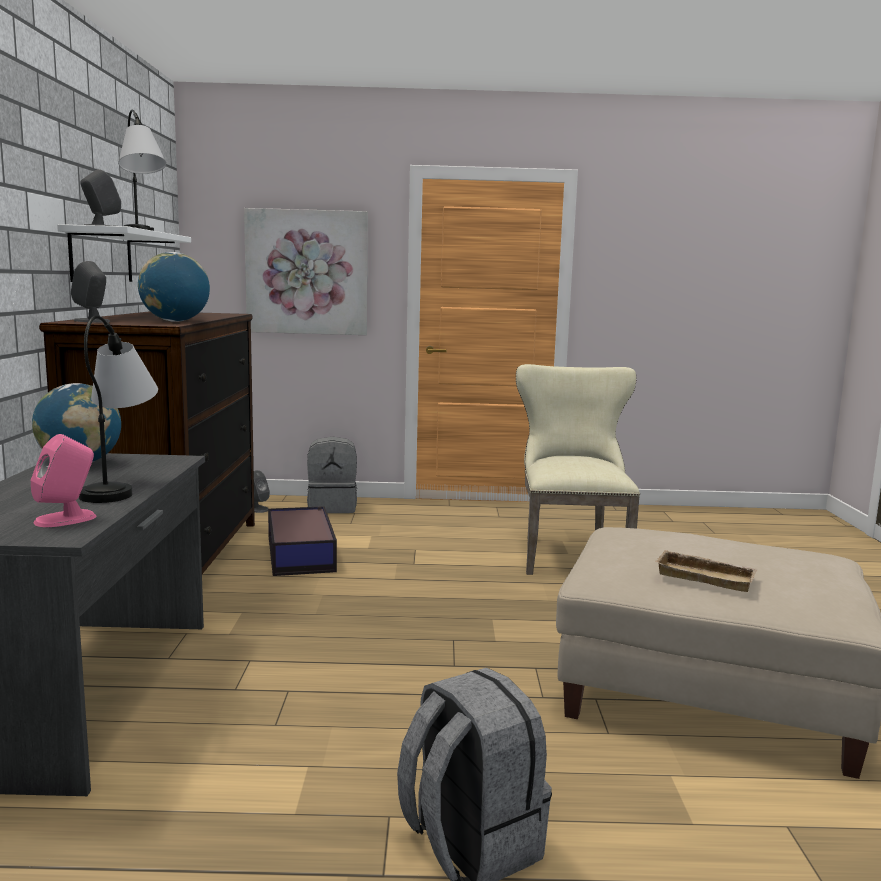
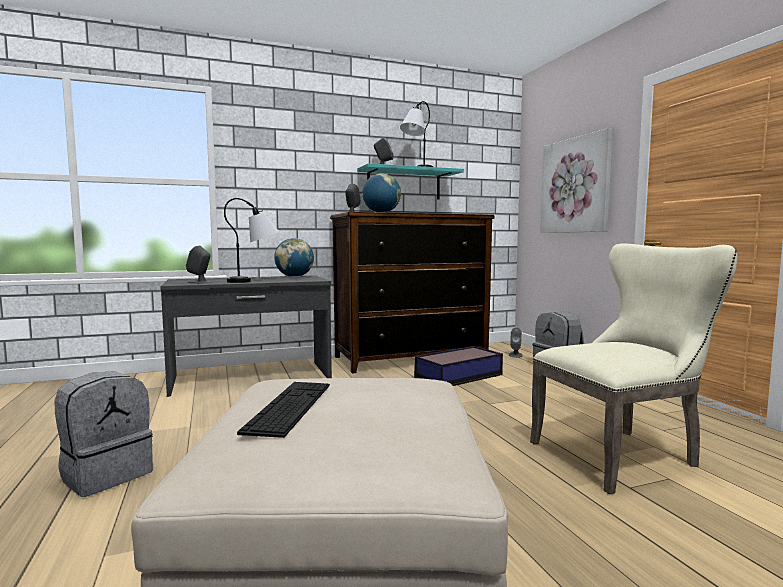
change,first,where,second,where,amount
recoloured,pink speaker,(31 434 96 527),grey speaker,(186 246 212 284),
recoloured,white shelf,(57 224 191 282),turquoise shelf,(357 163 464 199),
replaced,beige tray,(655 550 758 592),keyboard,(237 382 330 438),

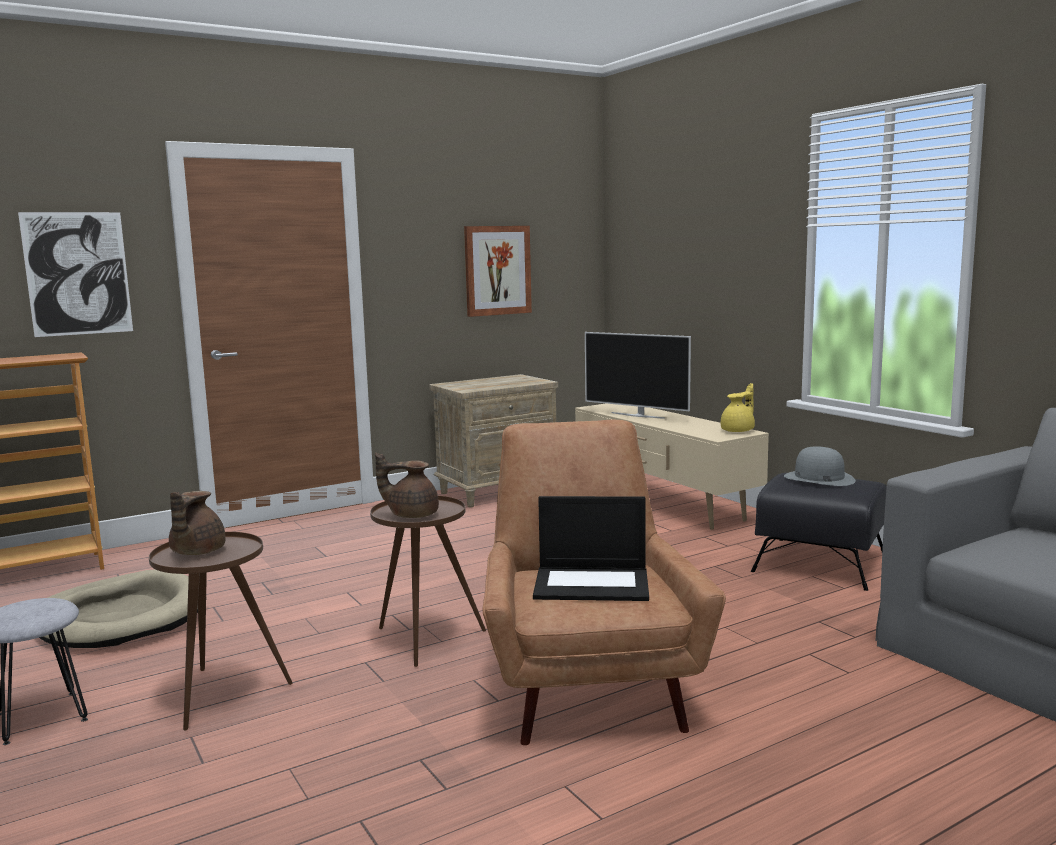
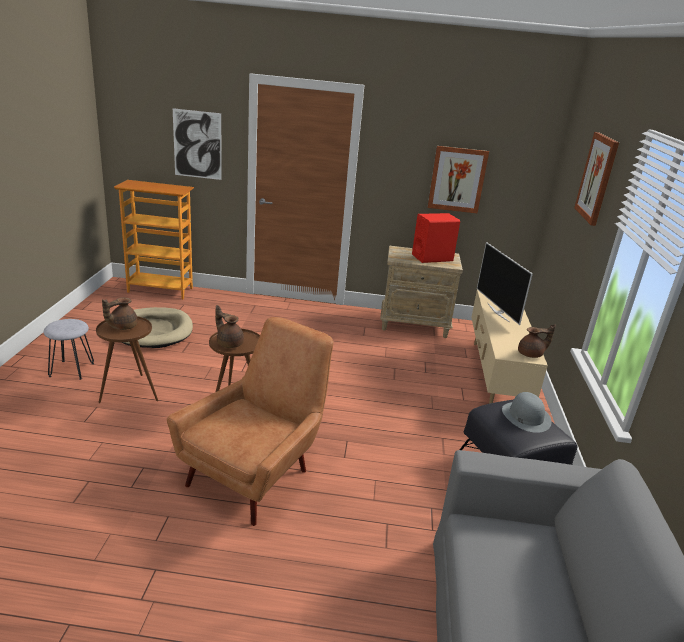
change,first,where,second,where,amount
removed,laptop,(533 496 649 601),,,
recoloured,yellow teapot,(721 383 755 432),brown teapot,(518 324 556 358),
added,,,red speaker,(412 213 460 263),
added,,,picture,(574 132 619 226),

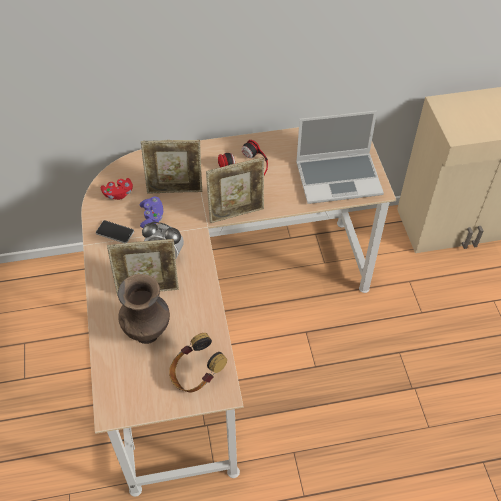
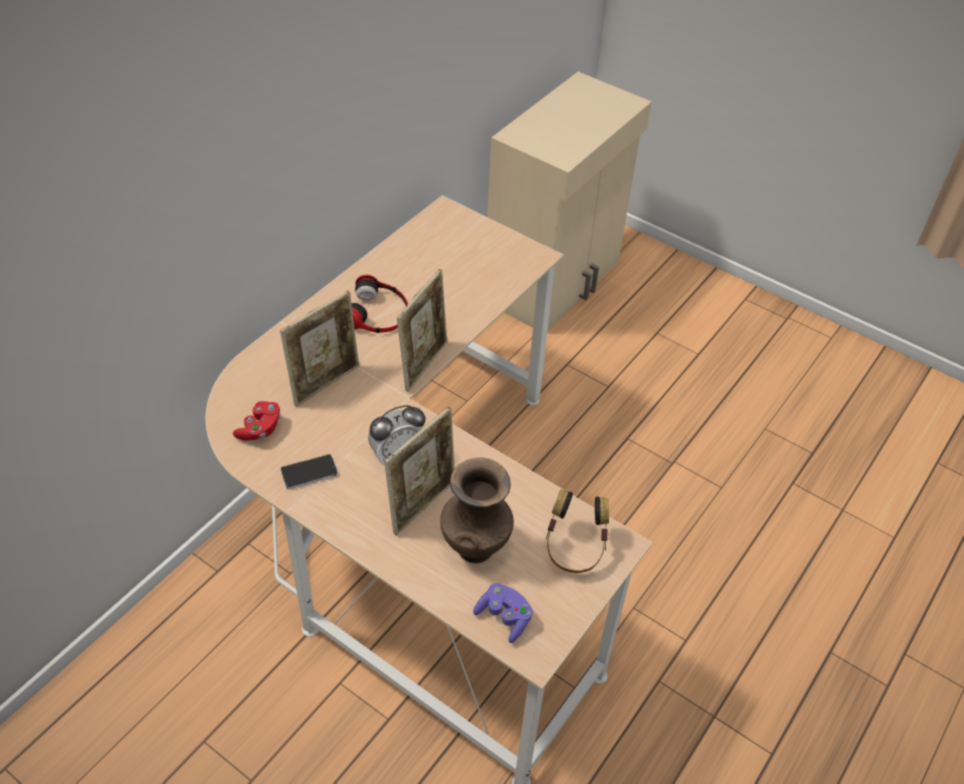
change,first,where,second,where,amount
moved,purple game controller,(139 197 163 228),,(473 583 533 643),
removed,laptop,(296 110 384 204),,,

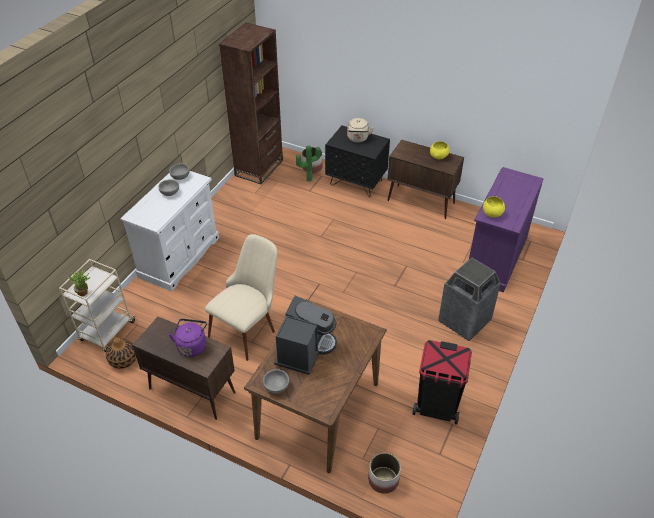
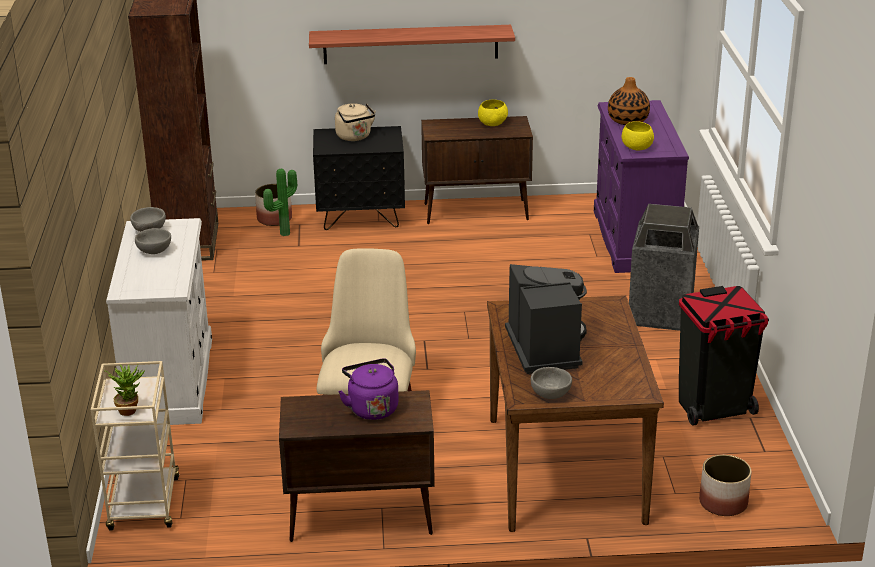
change,first,where,second,where,amount
moved,vase,(106 338 136 369),,(608 77 650 125),
added,,,shelf,(309 25 515 64),

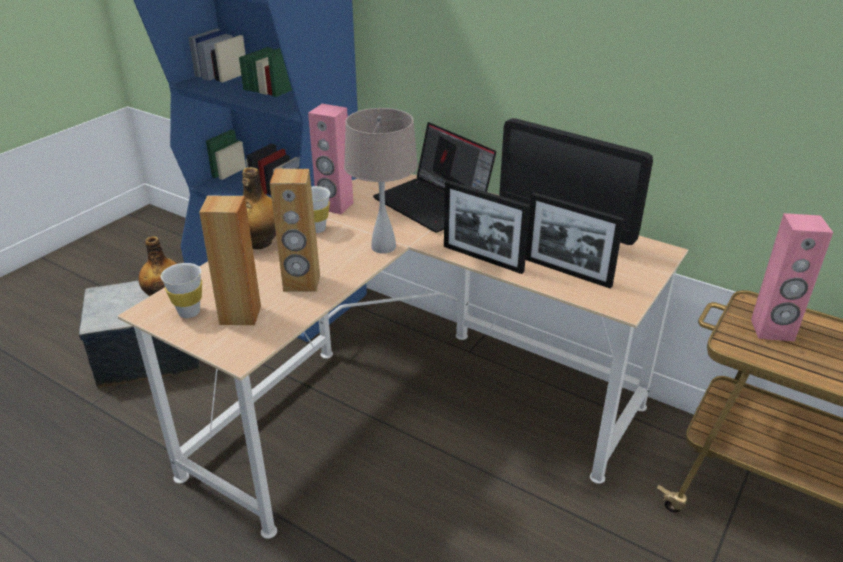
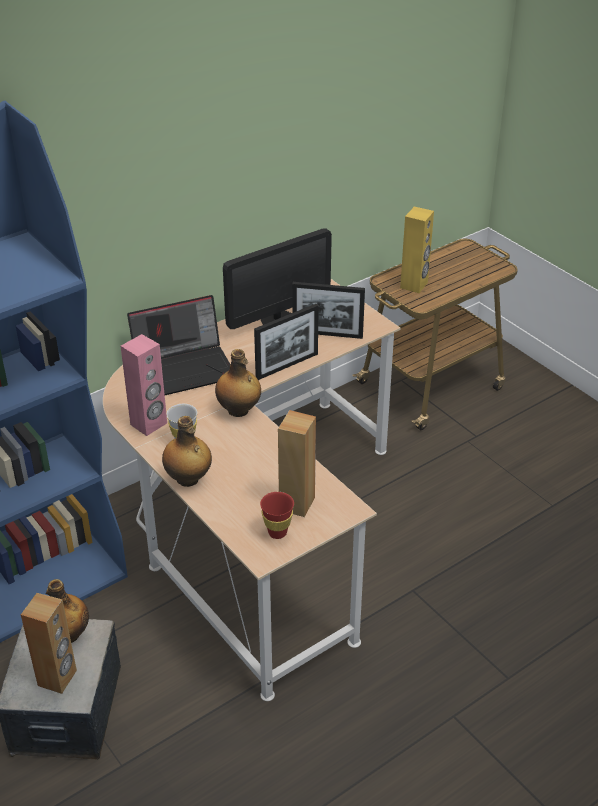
change,first,where,second,where,amount
recoloured,white cup,(161 263 202 318),red cup,(260 492 294 539),
moved,brown speaker,(270 169 320 292),,(21 593 77 694),
replaced,beige table lamp,(344 108 418 253),bottle,(215 349 261 417),
turned,picture frame,(525 192 624 289),,(292 282 365 339),45 degrees clockwise
recoloured,pink speaker,(751 213 833 341),yellow speaker,(400 207 434 293),

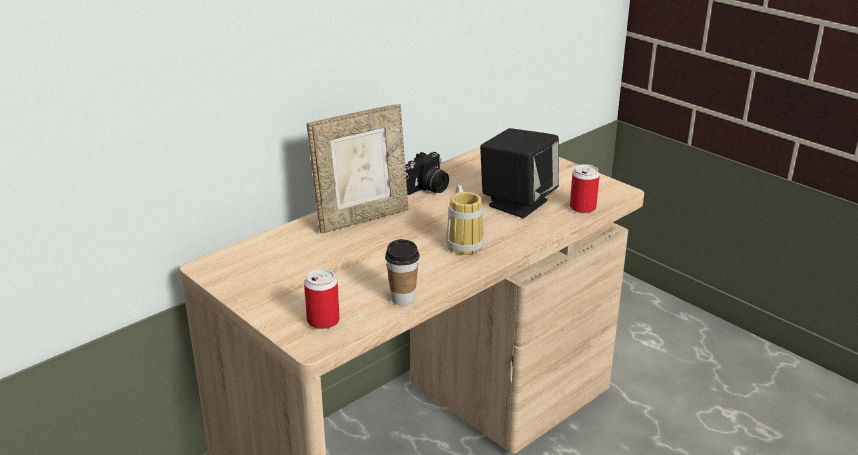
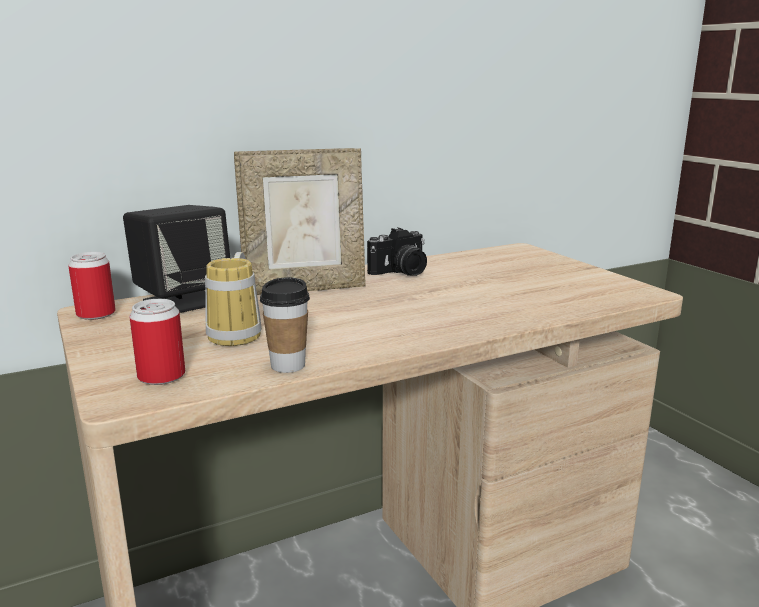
change,first,where,second,where,amount
moved,mug,(446 185 484 255),,(205 252 262 346),
moved,black speaker,(480 128 559 218),,(123 205 230 313),
moved,can,(570 164 600 213),,(68 252 116 320),

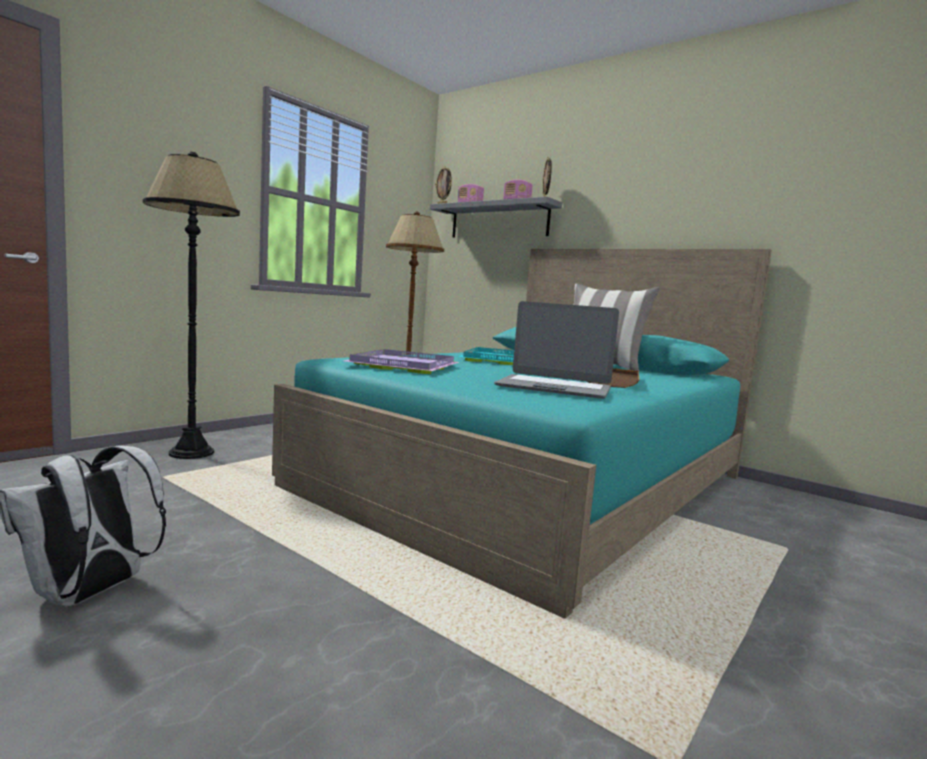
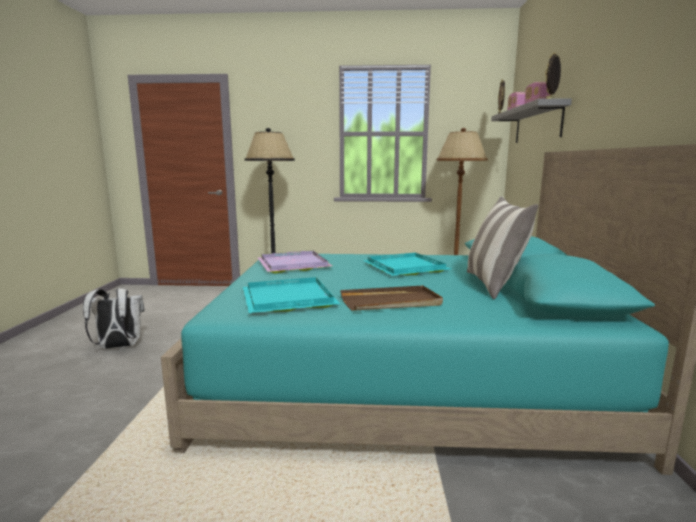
change,first,where,second,where,amount
replaced,laptop,(494 301 619 399),turquoise tray,(243 277 340 313),

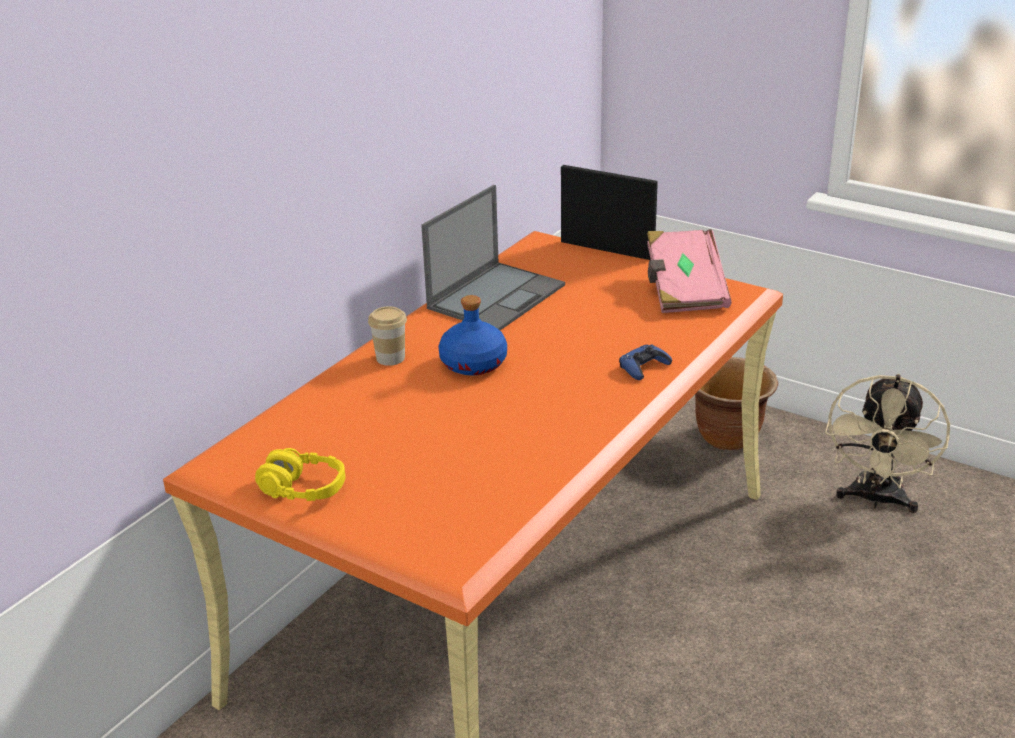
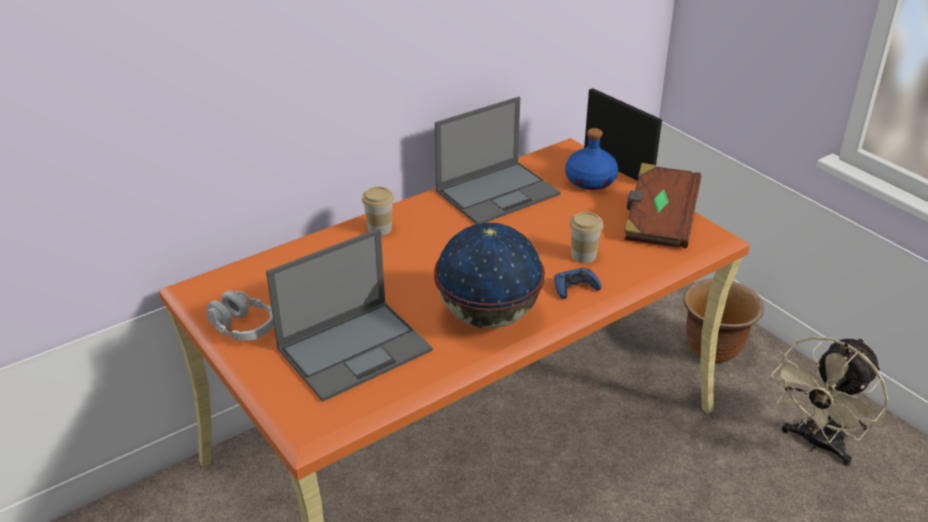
change,first,where,second,where,amount
recoloured,yellow headphones,(255 448 345 501),grey headphones,(206 290 274 341),
moved,blue bottle,(438 295 507 375),,(565 128 618 190),
recoloured,pink book,(647 229 732 313),brown book,(624 163 702 248),
added,,,laptop,(266 228 433 402),
added,,,globe,(434 222 545 329),
added,,,cup,(570 212 603 263),

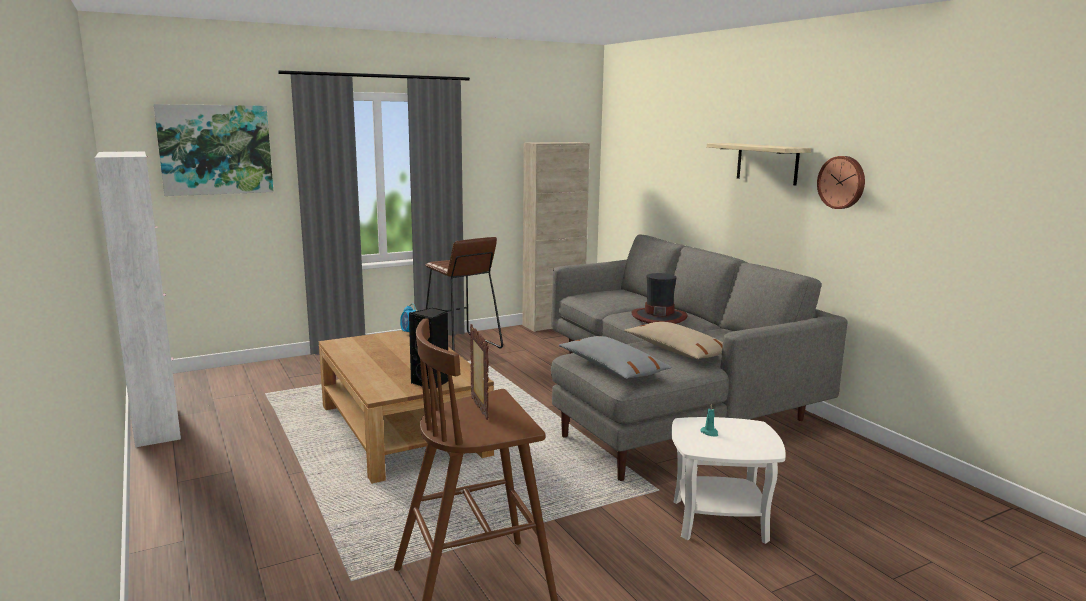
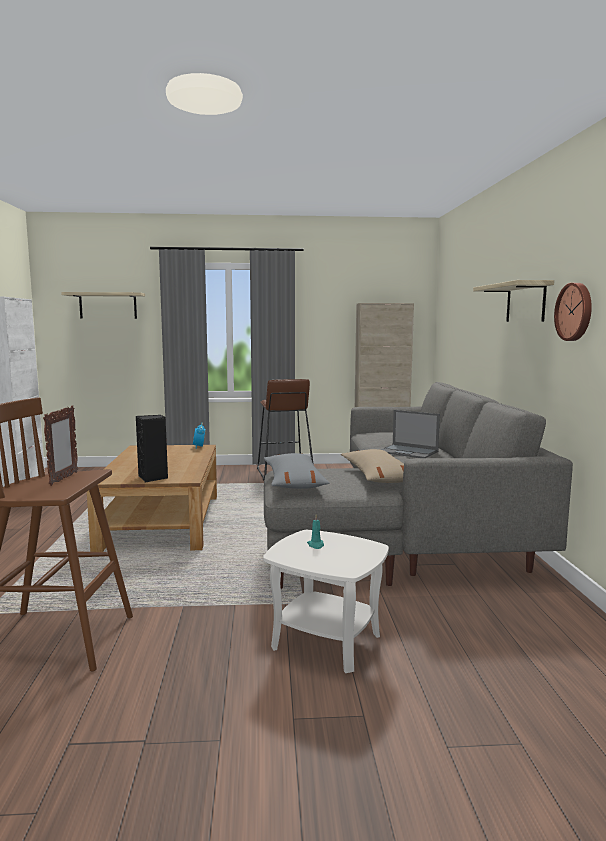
change,first,where,second,where,amount
replaced,picture,(154 104 274 196),shelf,(61 292 145 319),
replaced,hat,(631 273 688 324),laptop,(381 410 440 458),

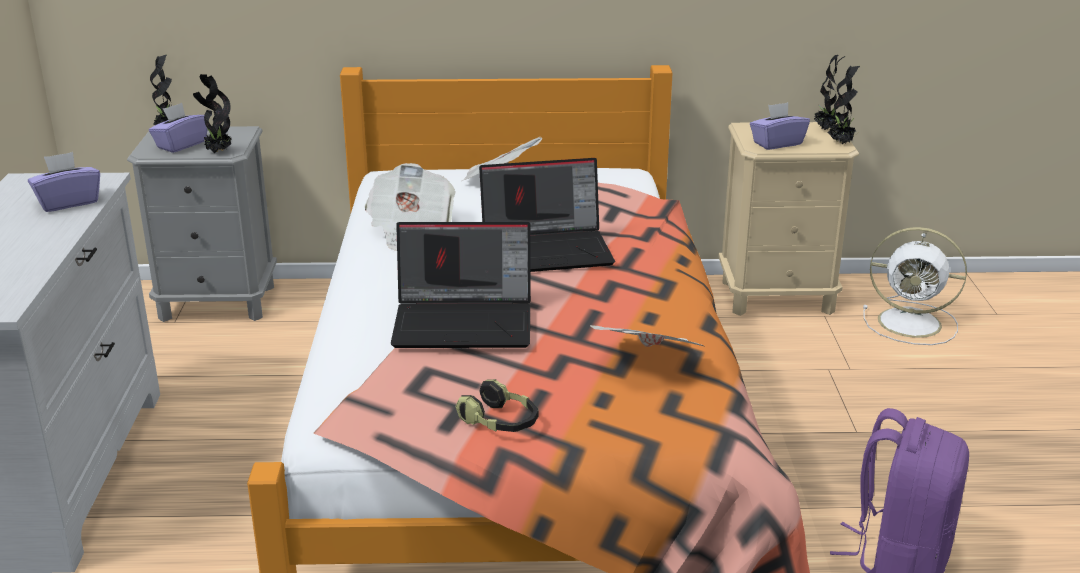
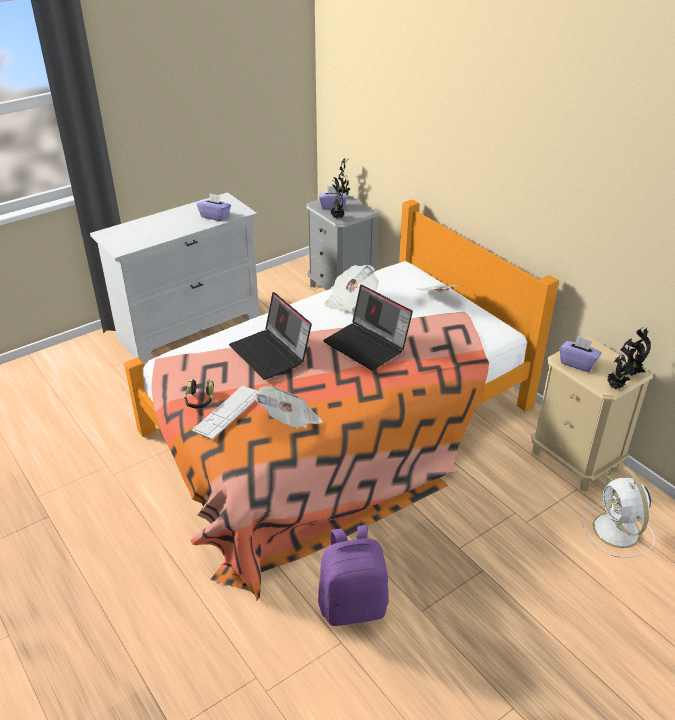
change,first,where,second,where,amount
added,,,keyboard,(192 385 259 440),

